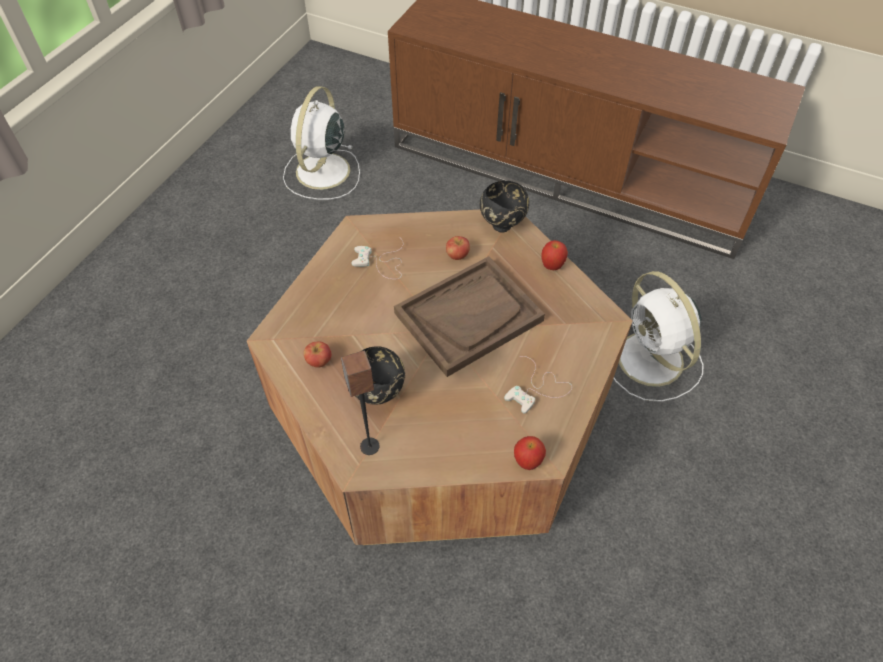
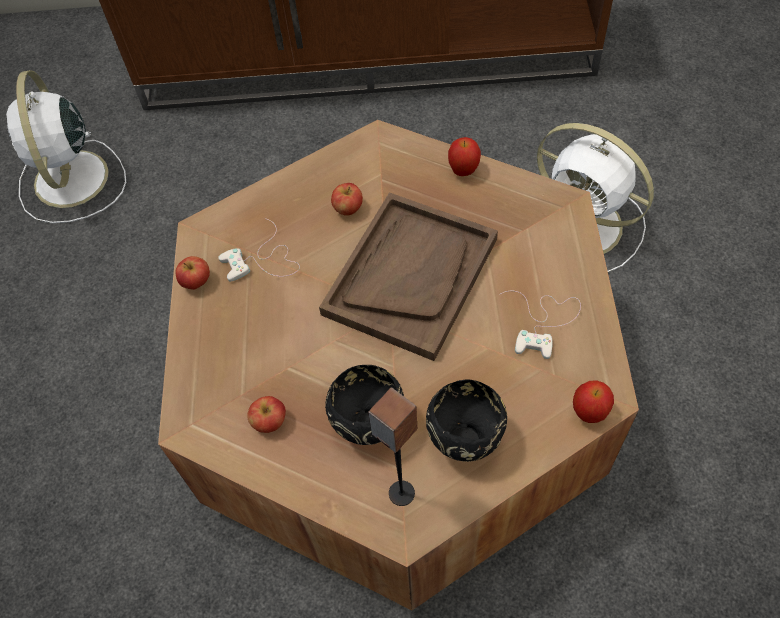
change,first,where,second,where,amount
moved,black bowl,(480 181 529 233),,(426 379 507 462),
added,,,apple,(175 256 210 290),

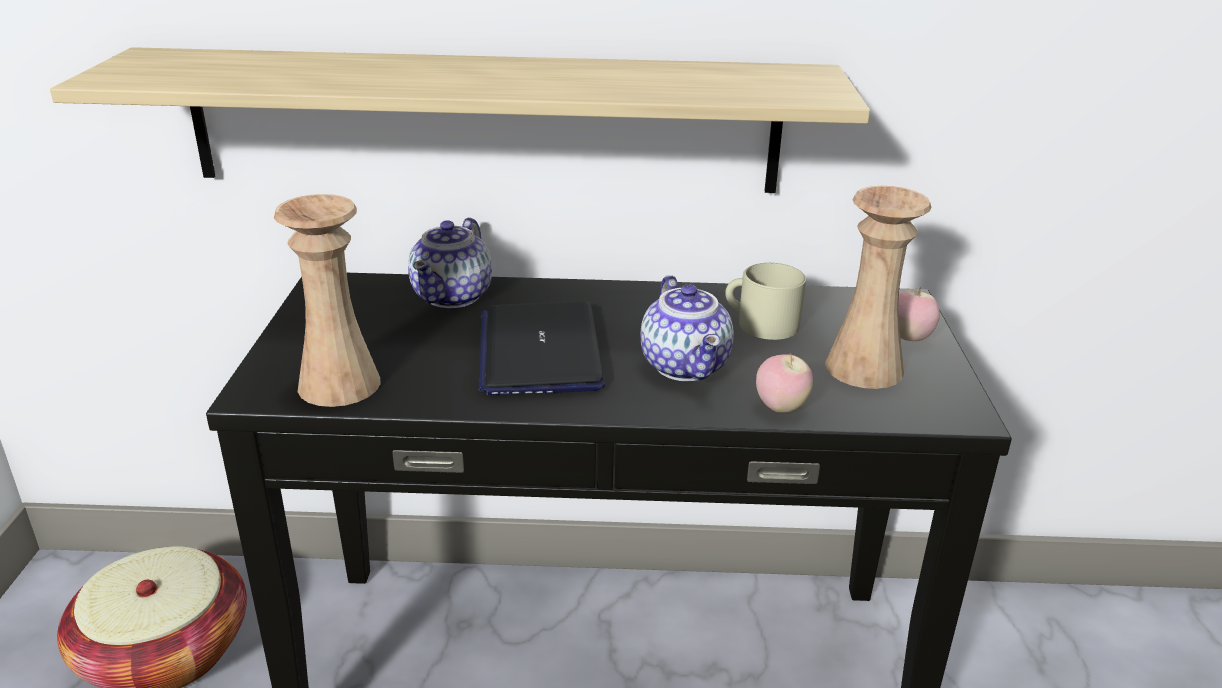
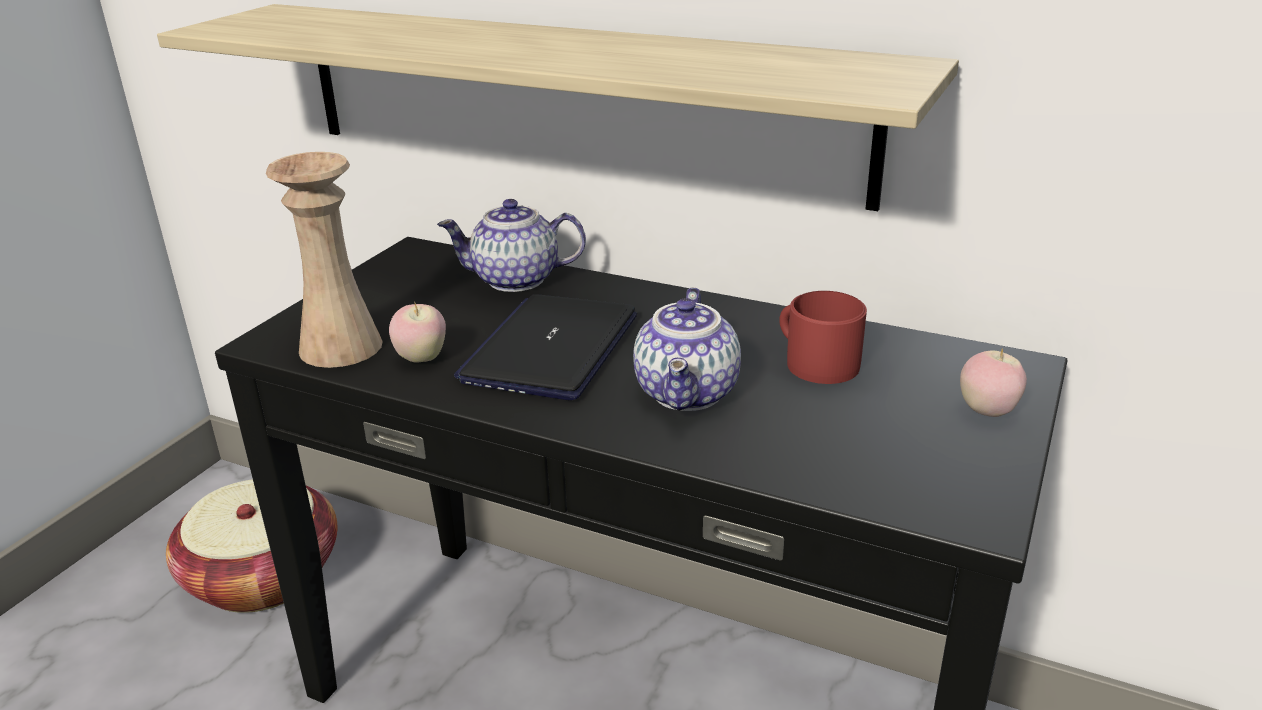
change,first,where,second,where,amount
turned,teapot,(408 217 492 308),,(437 199 586 292),45 degrees clockwise
recoloured,beige mug,(725 263 806 340),red mug,(779 291 867 384),
moved,apple,(756 354 813 413),,(389 303 446 362),
removed,beige vase,(825 186 931 389),,,

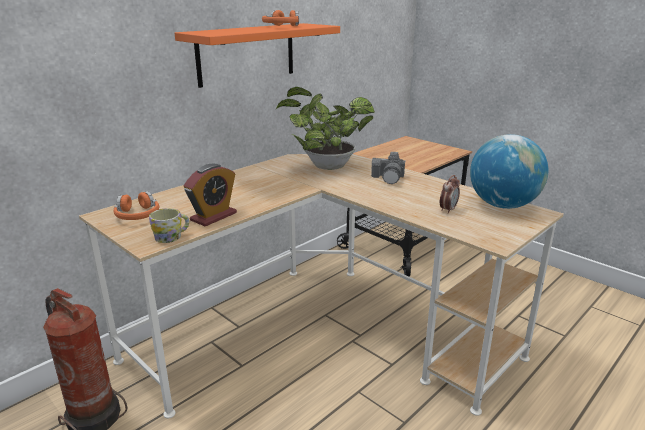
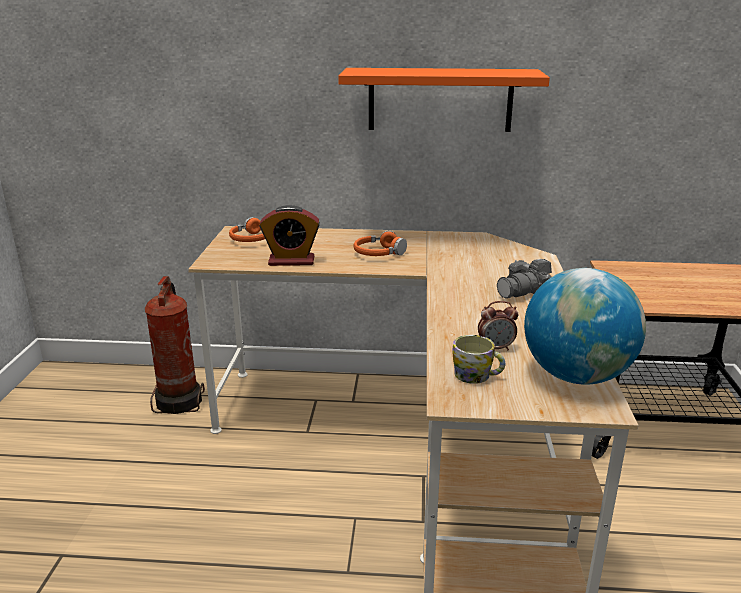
change,first,where,second,where,amount
moved,mug,(149 208 189 243),,(452 335 505 384),
moved,orange headphones,(262 10 299 26),,(354 230 407 256),
removed,potted plant,(276 87 375 170),,,

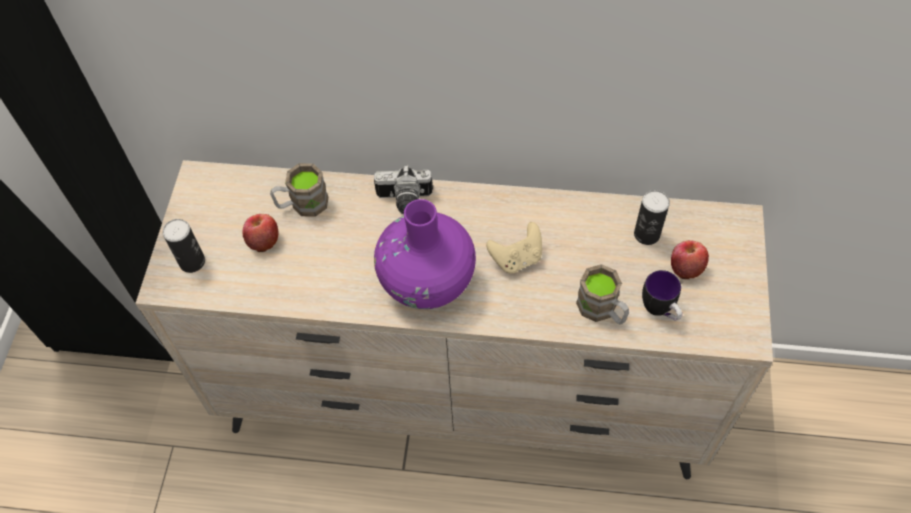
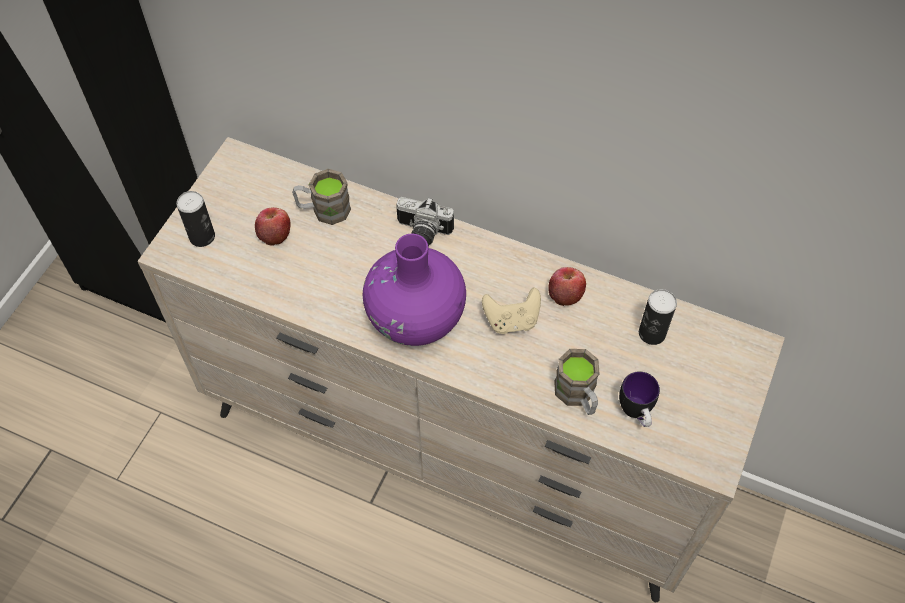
change,first,where,second,where,amount
moved,apple,(671 240 709 279),,(548 267 586 306),

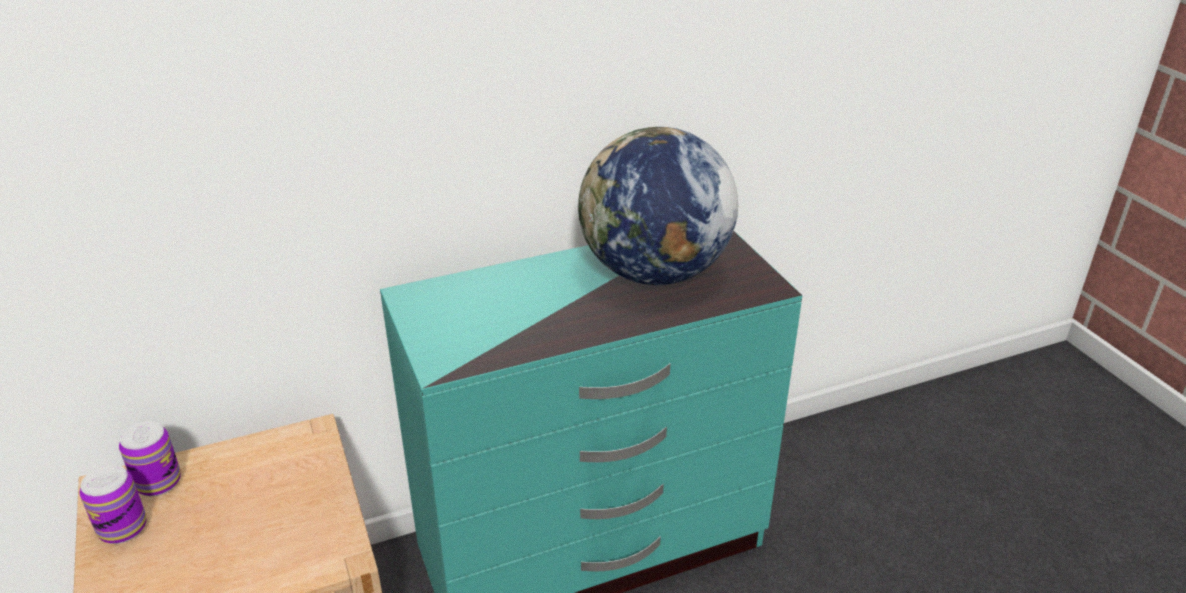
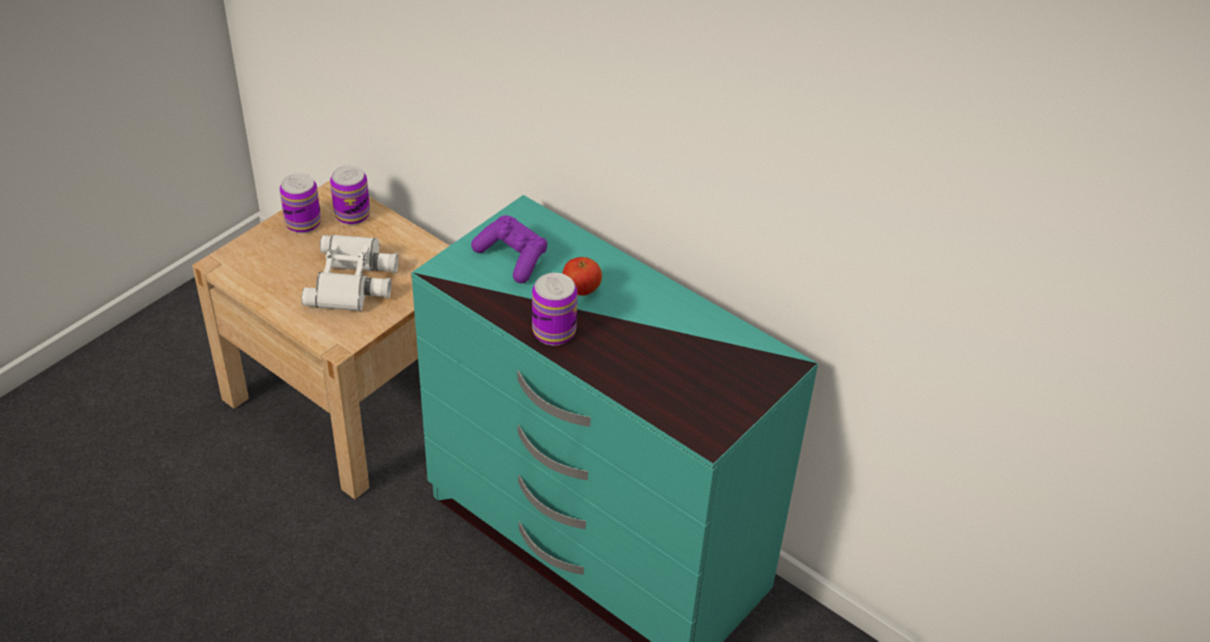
change,first,where,second,where,amount
removed,globe,(578 127 738 285),,,
added,,,white binoculars,(301 235 399 311),
added,,,purple game controller,(471 215 547 283),
added,,,can,(532 273 578 346),
added,,,apple,(562 257 602 296),

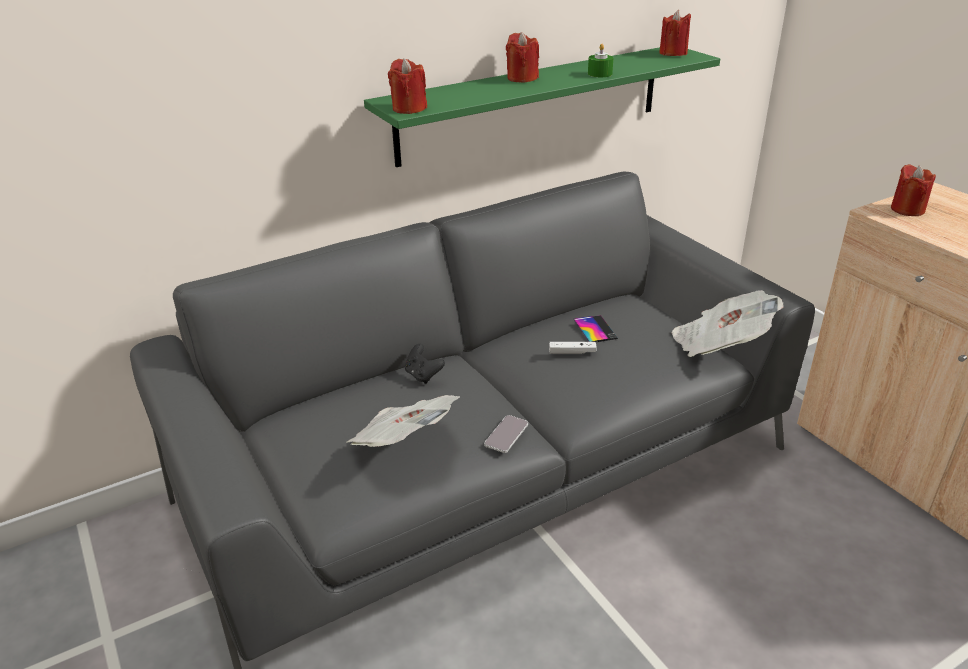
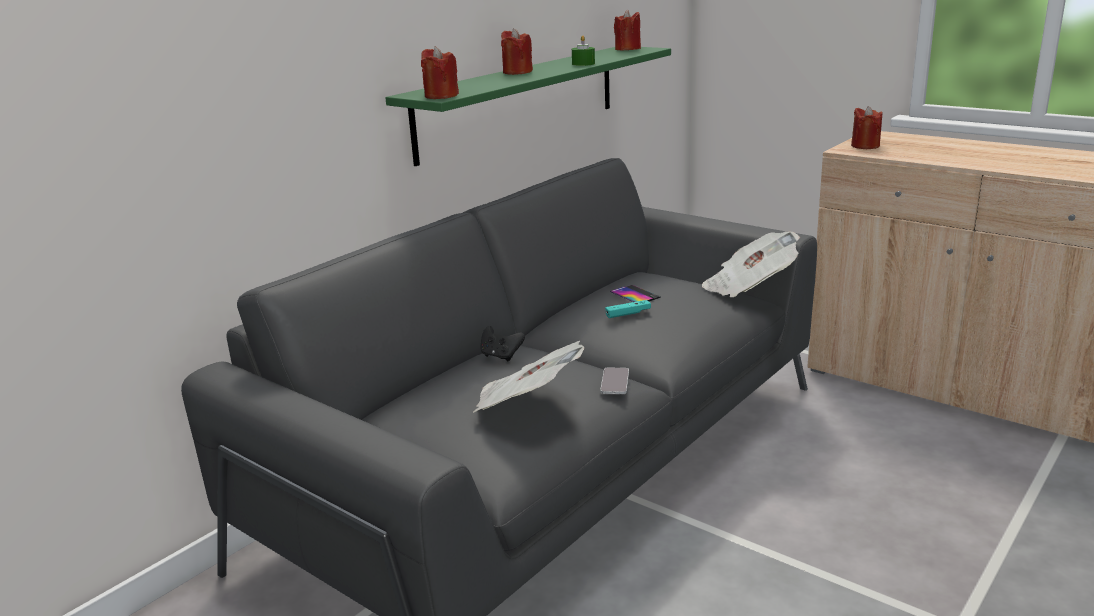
change,first,where,second,where,amount
recoloured,white game controller,(549 342 597 354),turquoise game controller,(605 300 651 318),

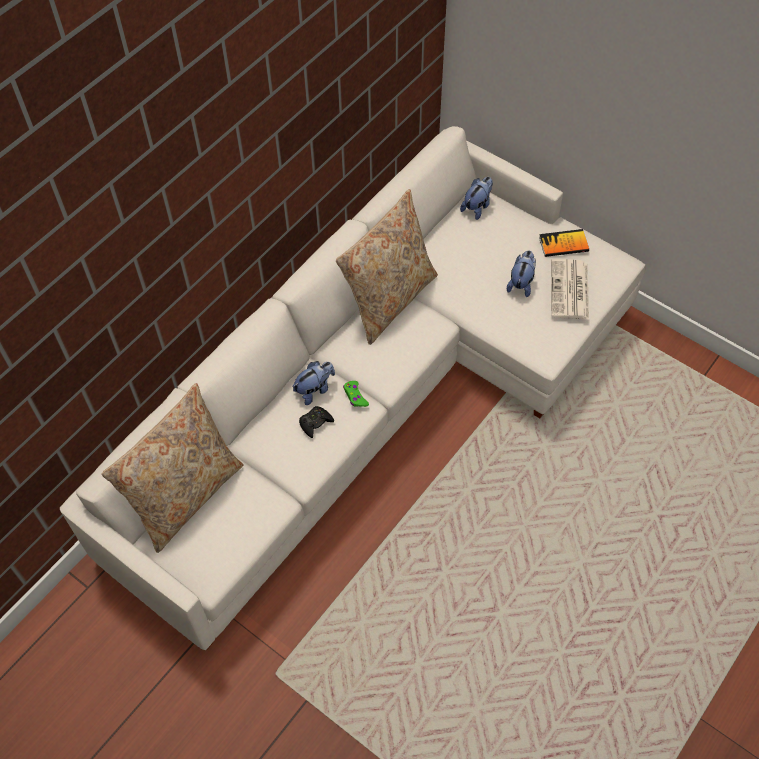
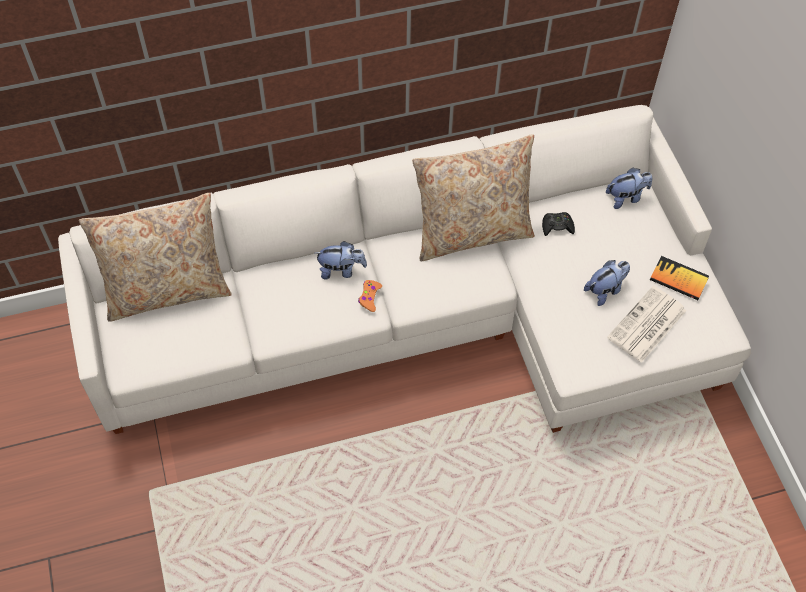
change,first,where,second,where,amount
moved,black game controller,(299 406 334 438),,(542 212 575 236),
recoloured,green game controller,(343 381 369 407),orange game controller,(358 280 382 312),

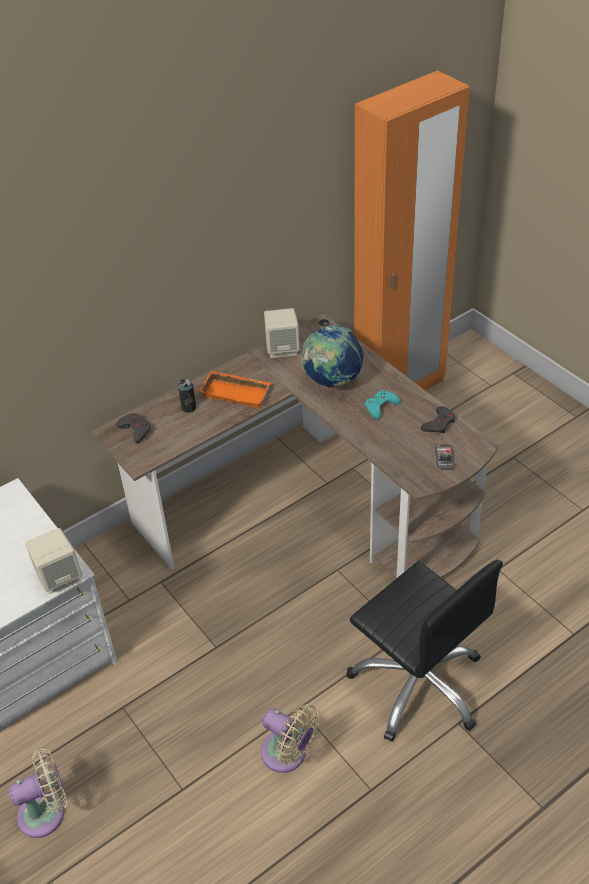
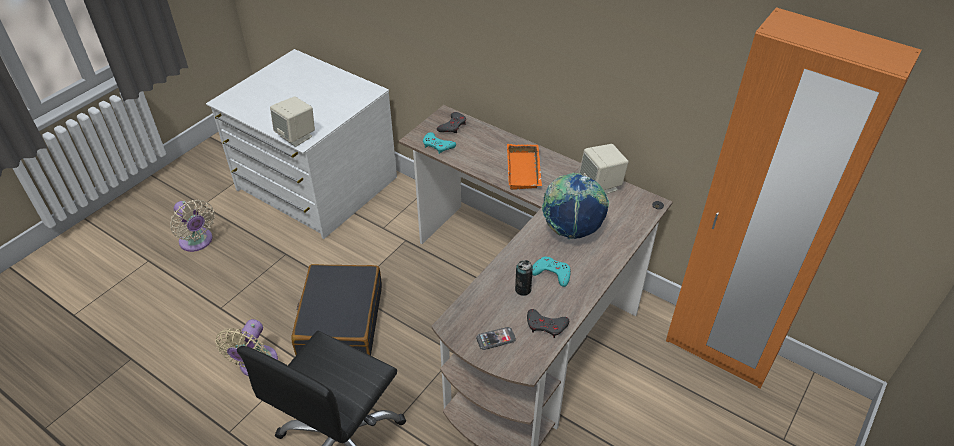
change,first,where,second,where,amount
moved,can,(178 379 196 413),,(515 260 533 296),
added,,,black suitcase,(291 264 382 356),
added,,,turquoise game controller,(423 132 456 154),

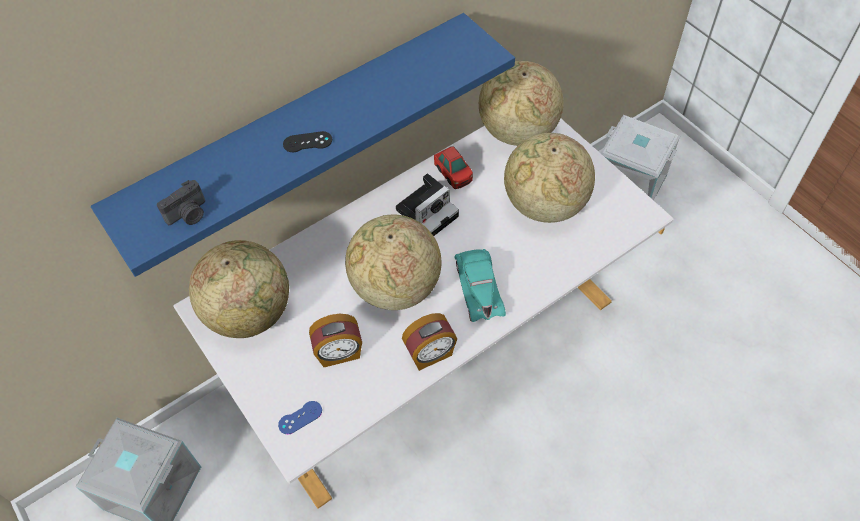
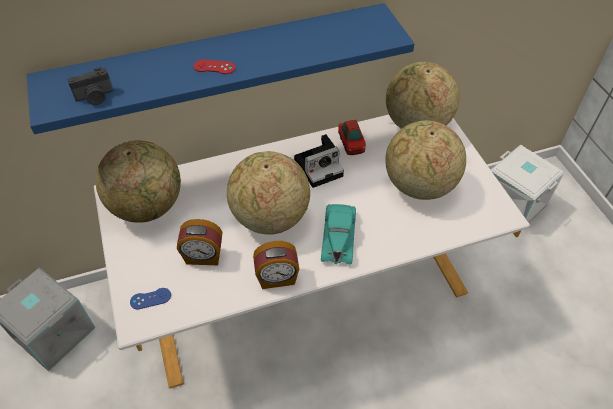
change,first,where,second,where,amount
recoloured,black game controller,(283 131 332 152),red game controller,(194 59 236 74),

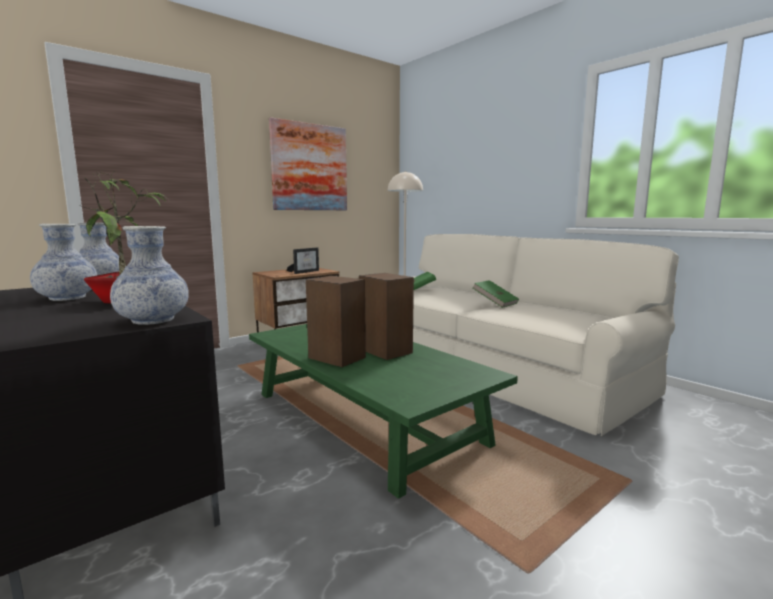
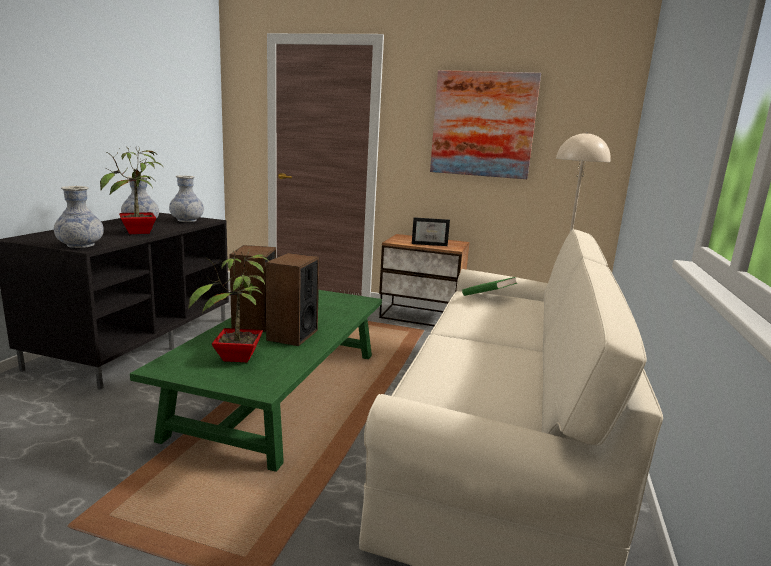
change,first,where,second,where,amount
removed,green book,(473 280 519 308),,,
added,,,potted plant,(188 251 271 362),

